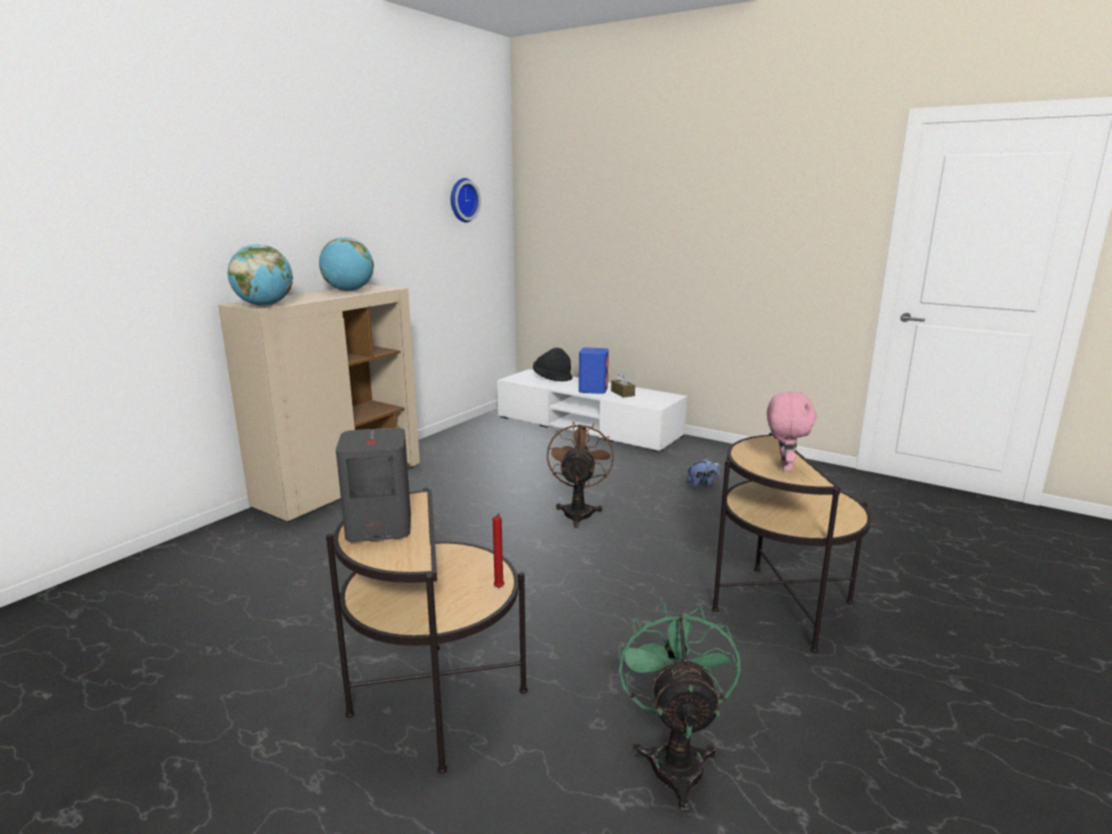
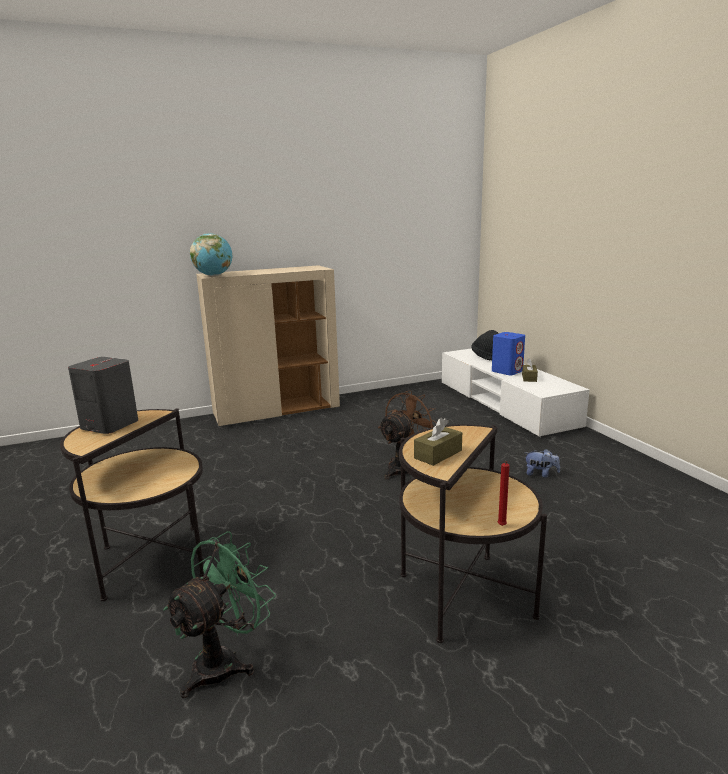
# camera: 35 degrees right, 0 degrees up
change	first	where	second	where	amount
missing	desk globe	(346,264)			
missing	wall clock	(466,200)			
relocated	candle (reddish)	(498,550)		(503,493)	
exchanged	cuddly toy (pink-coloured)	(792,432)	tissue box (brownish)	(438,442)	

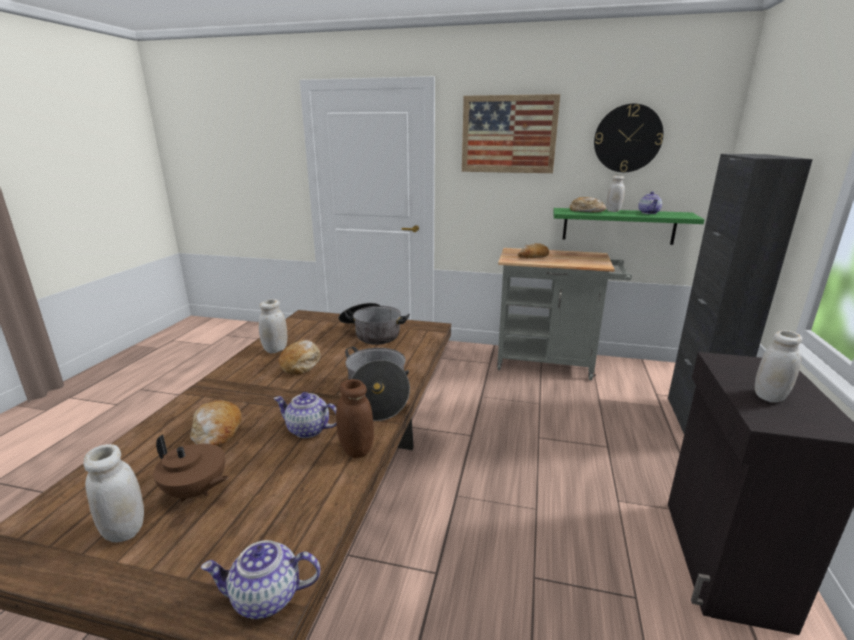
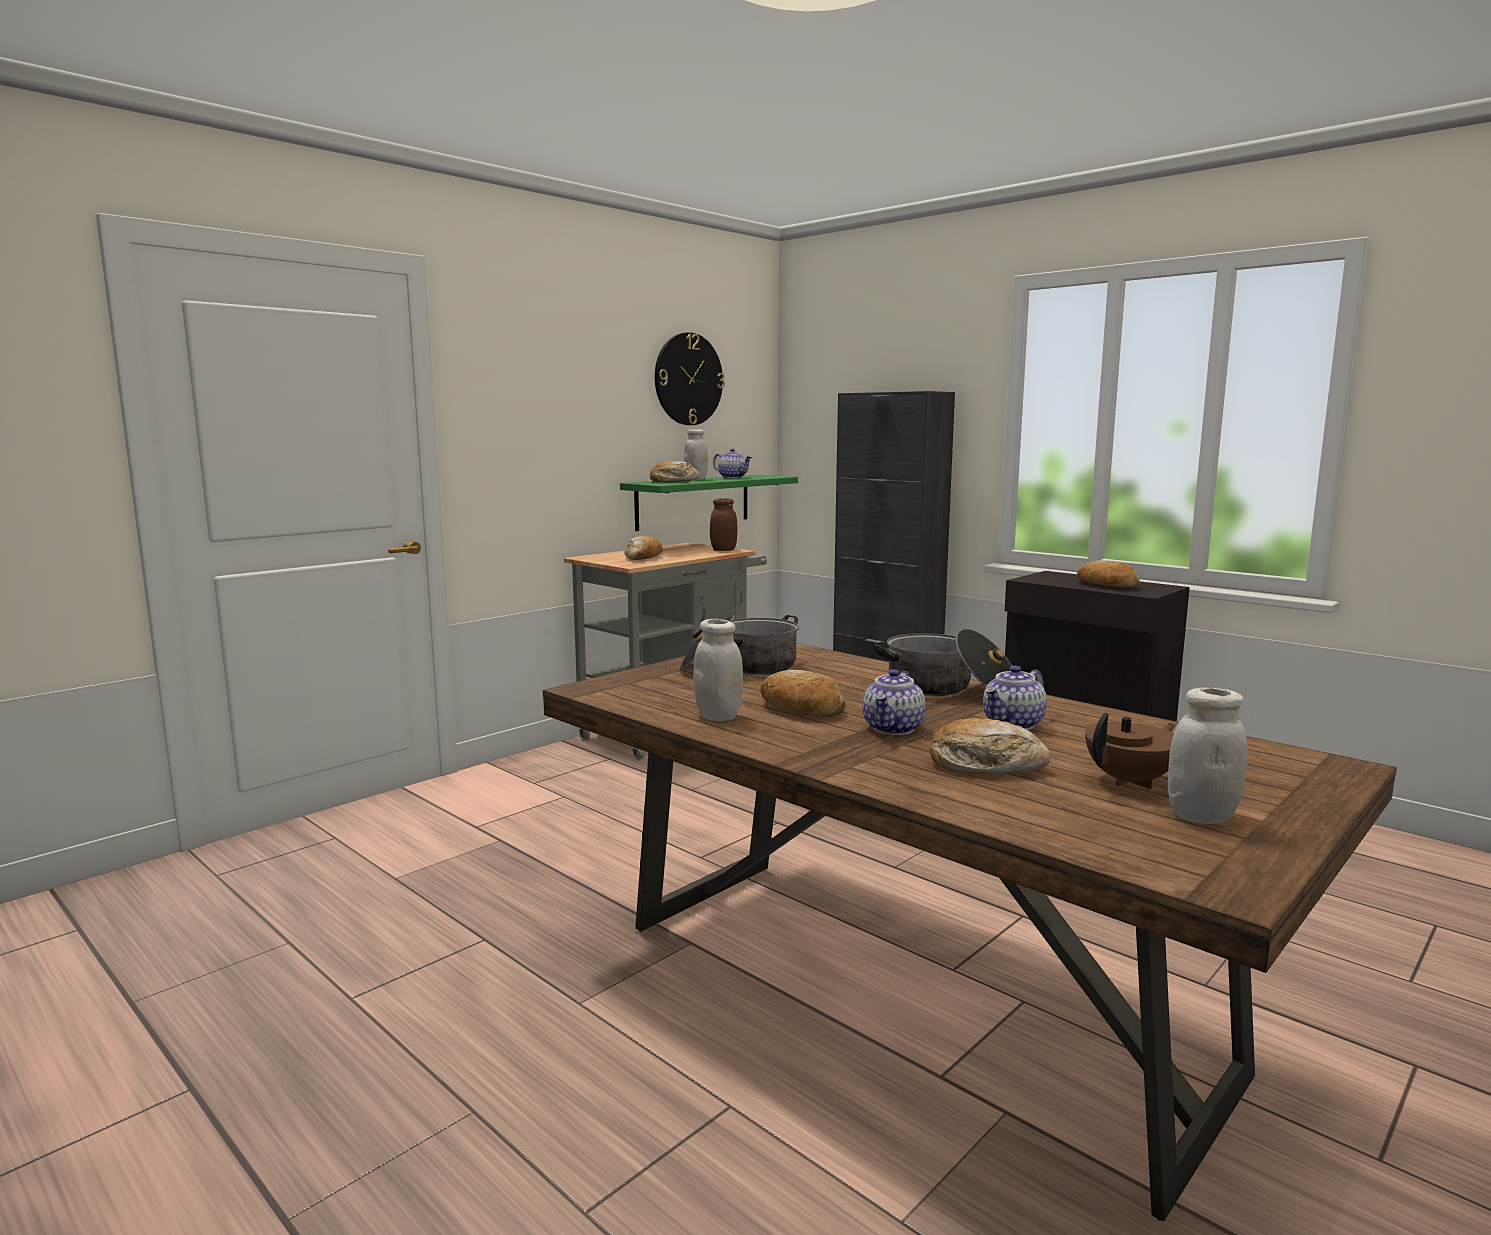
# camera: 60 degrees left, 10 degrees down
change	first	where	second	where	amount
relocated	tea pot	(260,579)		(894,702)	
relocated	jar (brownish)	(355,418)		(723,524)	
missing	picture	(511,133)			
exchanged	jar (whitish)	(778,366)	bread	(1108,574)	

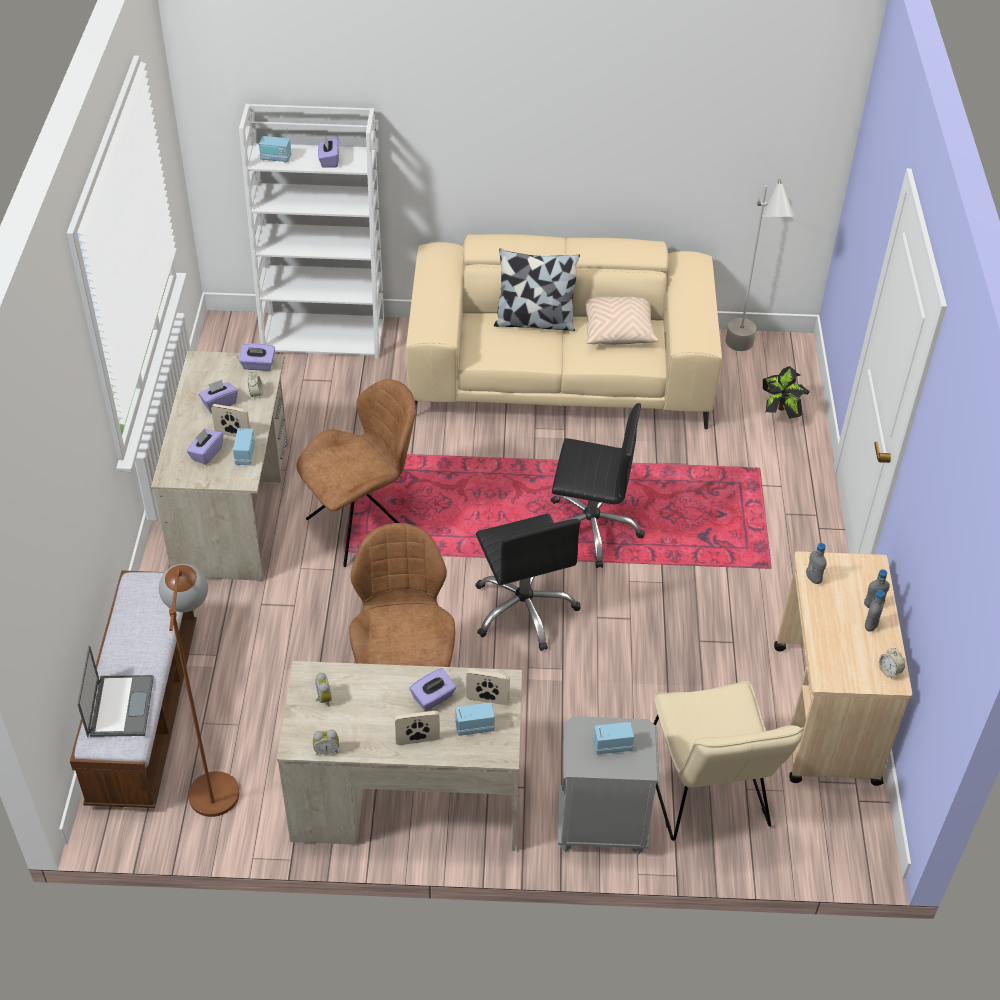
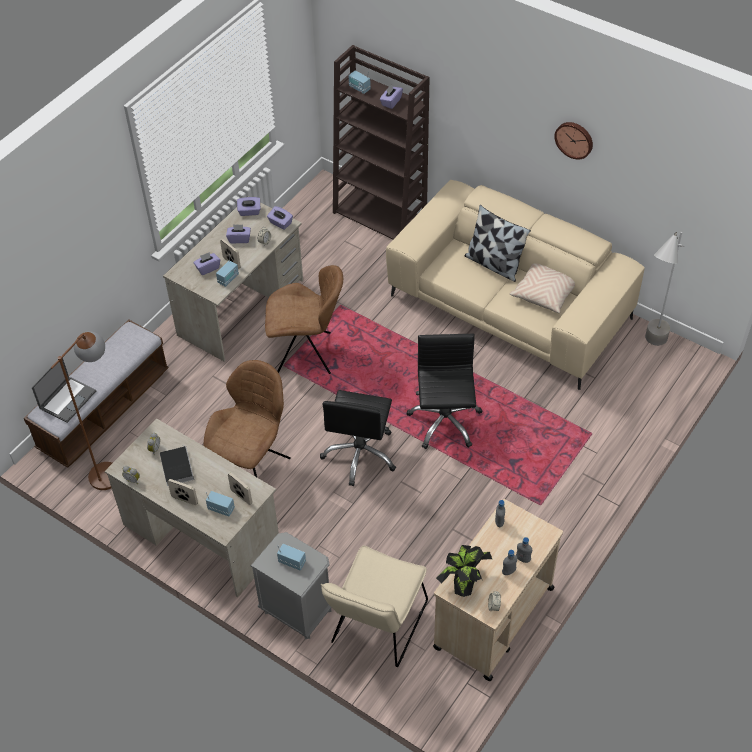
# camera: 35 degrees right, 5 degrees up
change	first	where	second	where	amount
colour	shelving unit (whitish)	(311,231)	shelving unit (brownish)	(381,142)	
relocated	tissue box (purple-coloured)	(432,689)		(248,206)	
spun	computer chair (black-coloured)	(598,485)		(444,391)	135 degrees counterclockwise
relocated	houseplant	(786,392)		(464,571)	
appeared			bound book	(177,466)	
appeared			wall clock	(573,140)	

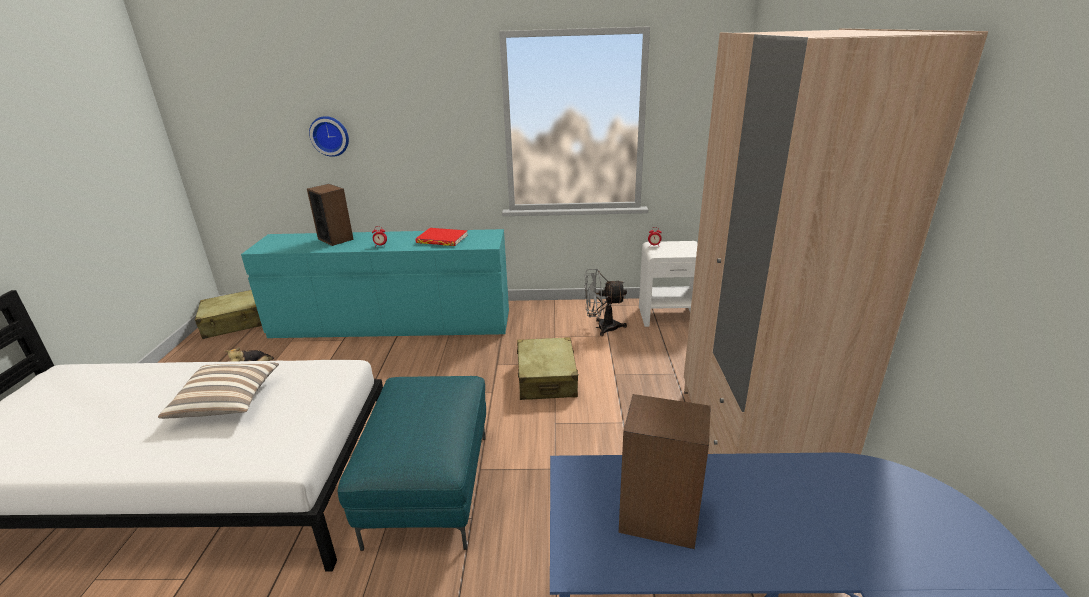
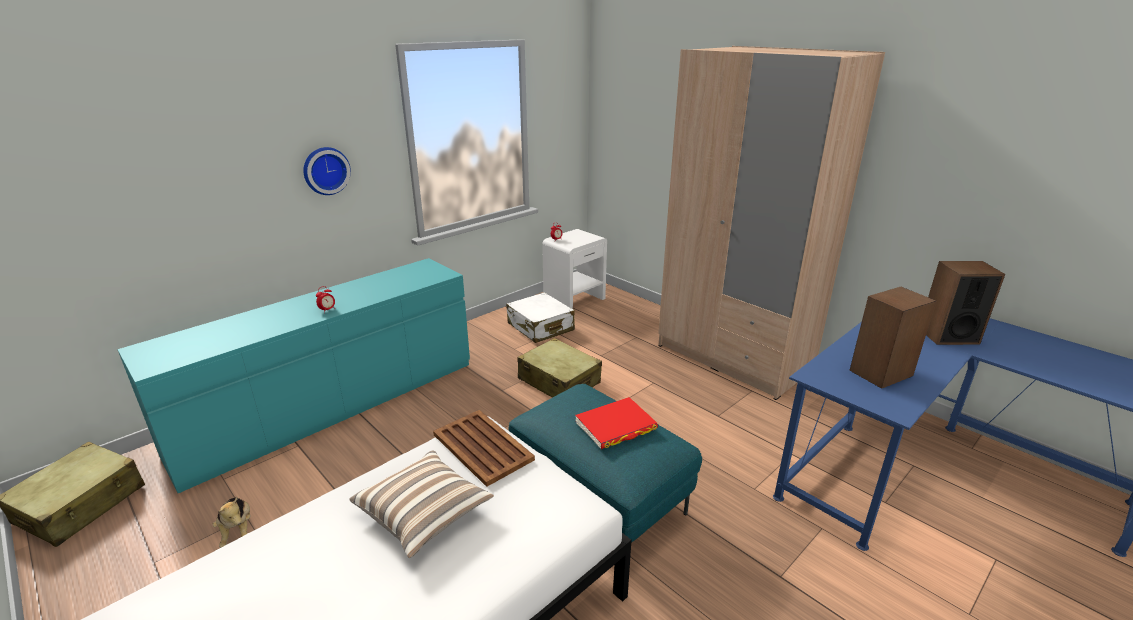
# camera: 45 degrees left, 0 degrees up
change	first	where	second	where	amount
relocated	loudspeaker	(330,215)		(965,303)	
relocated	wall clock	(329,136)		(327,171)	
relocated	bound book (reddish)	(441,237)		(616,423)	
exchanged	fan (gray)	(605,302)	suitcase (whitish)	(540,317)	
appeared			tray (brownish)	(484,448)	

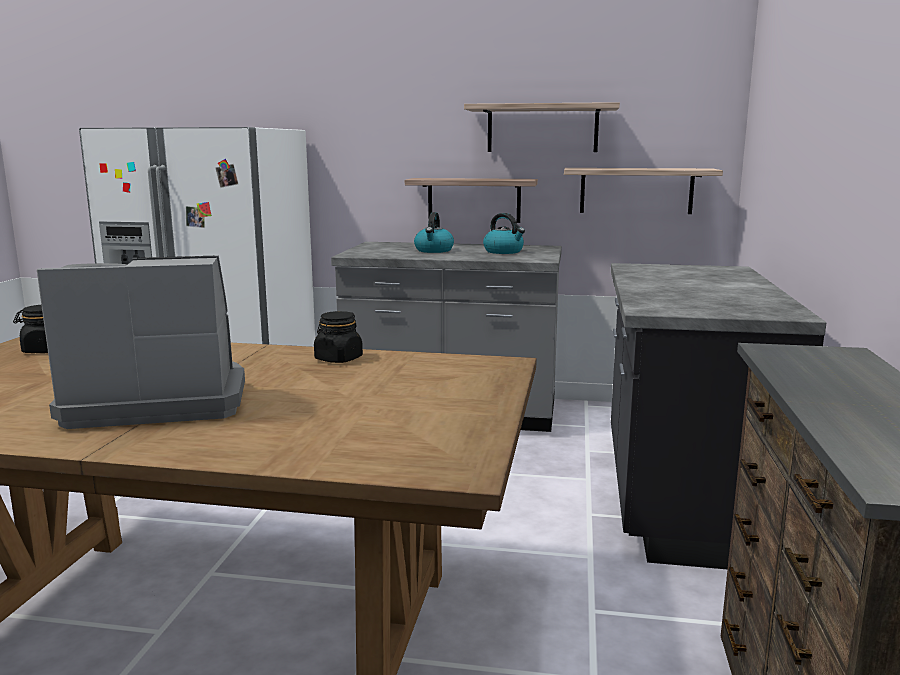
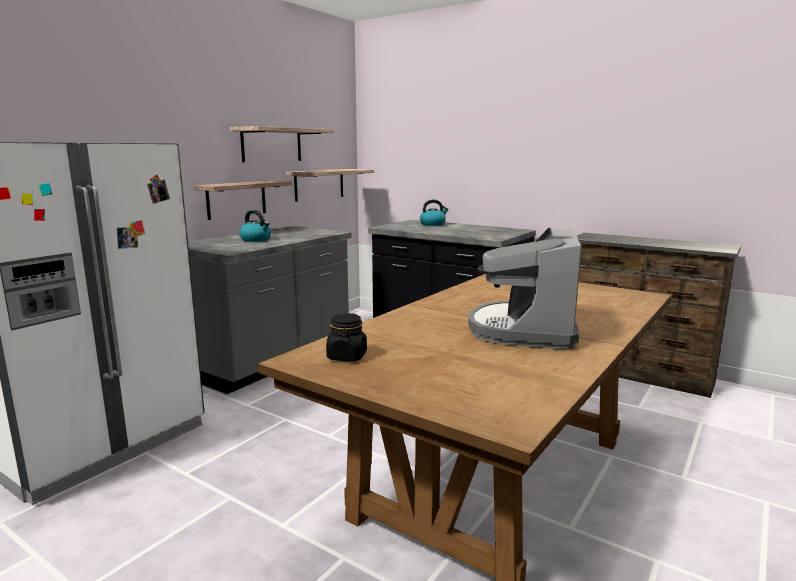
# camera: 65 degrees left, 0 degrees up
change	first	where	second	where	amount
missing	jar (black-coloured)	(338,337)			
relocated	water kettle	(504,233)		(434,212)	

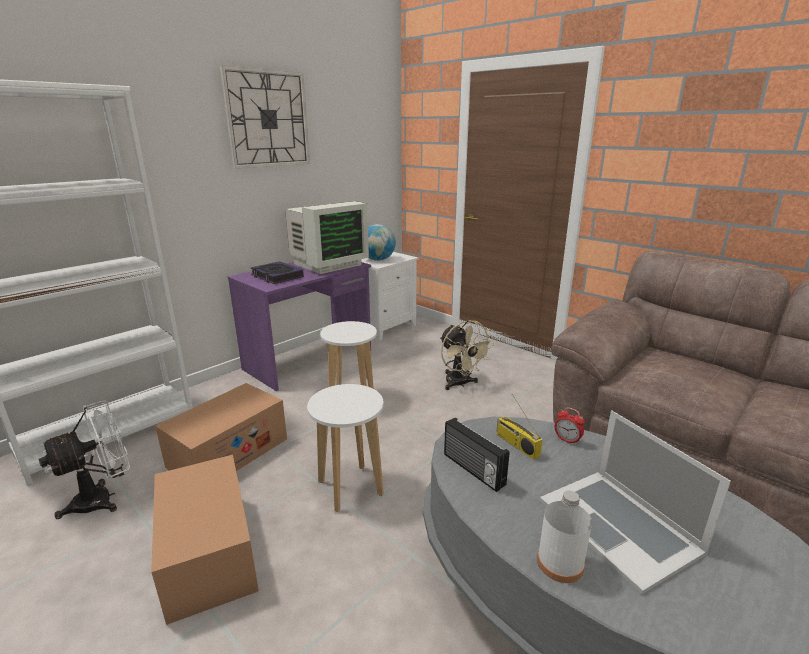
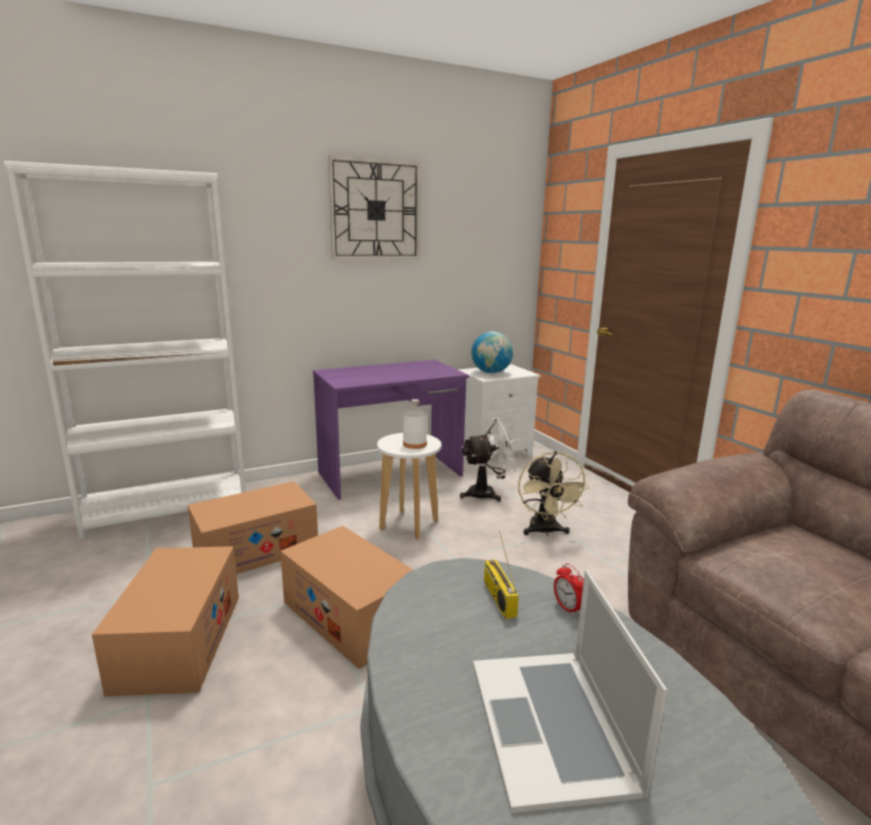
# camera: 20 degrees right, 5 degrees down
change	first	where	second	where	amount
relocated	fan (whitish)	(84,459)		(490,460)	
missing	bound book	(277,272)			
missing	computer screen	(327,237)			
exchanged	sitting stool (whitish)	(345,448)	packing box	(346,597)	
missing	radio receiver	(476,454)			
relocated	drink bottle (whitish)	(564,537)		(415,424)	

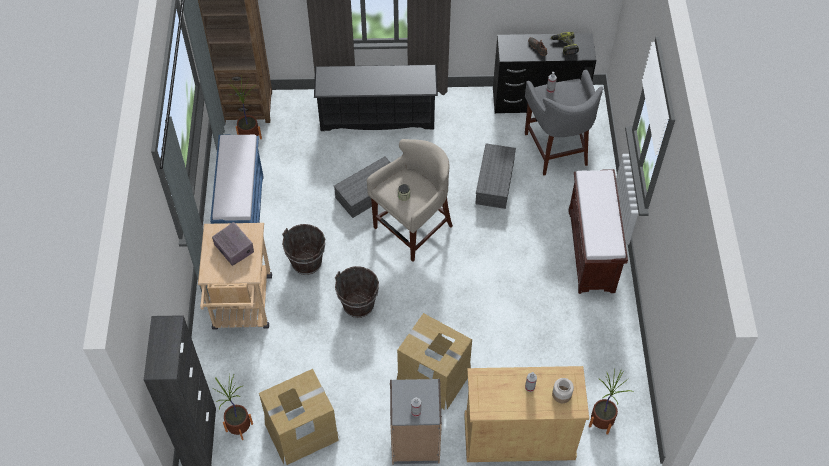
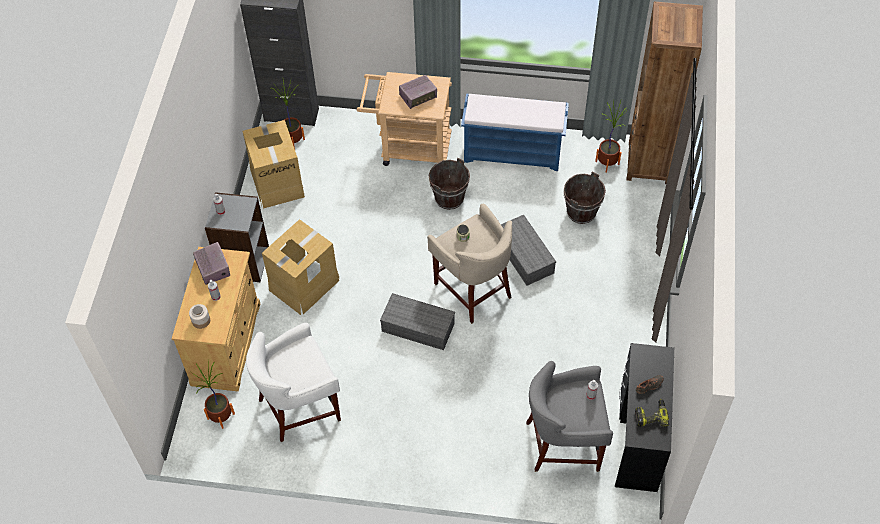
# camera: 100 degrees right, 0 degrees up
change	first	where	second	where	amount
missing	shoe stand (black-coloured)	(376,98)			
relocated	bucket (brownish)	(357,292)		(584,198)	
relocated	storage bin (gray)	(495,176)		(417,321)	
missing	indoor bench (brownish)	(598,231)			
appeared			radio receiver	(211,263)	
appeared			sitting stool (whitish)	(293,382)	

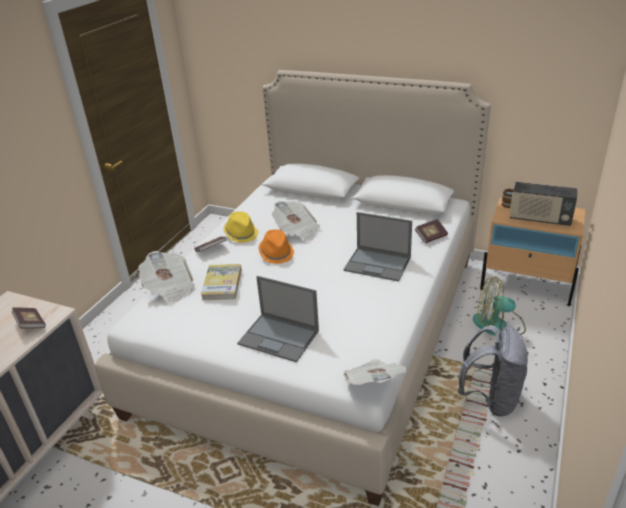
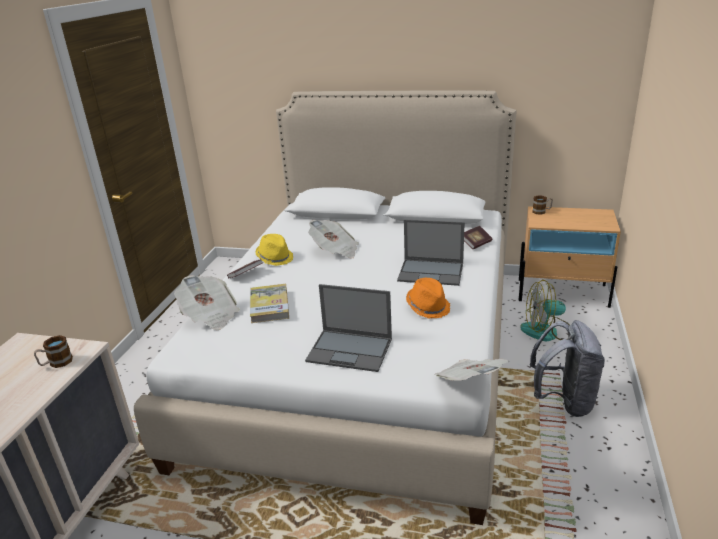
# camera: 10 degrees left, 5 degrees down
change	first	where	second	where	amount
exchanged	bound book	(28,317)	coffee mug	(53,351)	
relocated	clothing hat (orange-coloured)	(277,246)		(428,298)	
missing	radio receiver	(543,204)			

